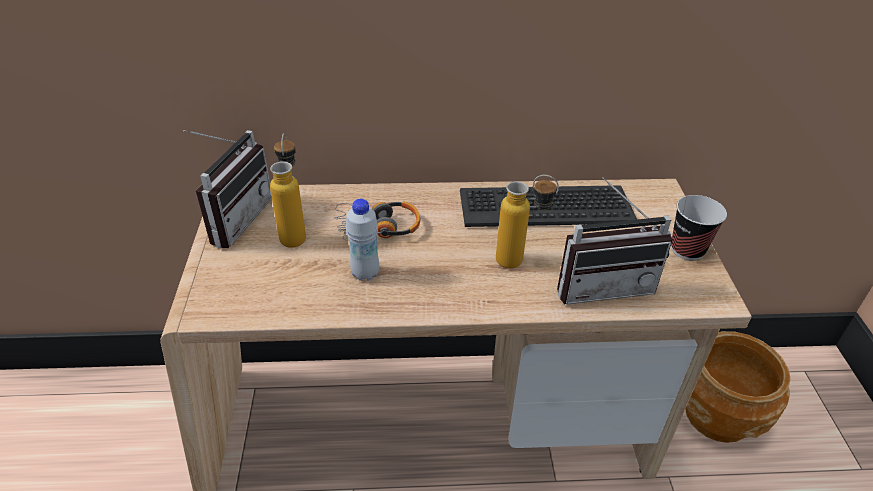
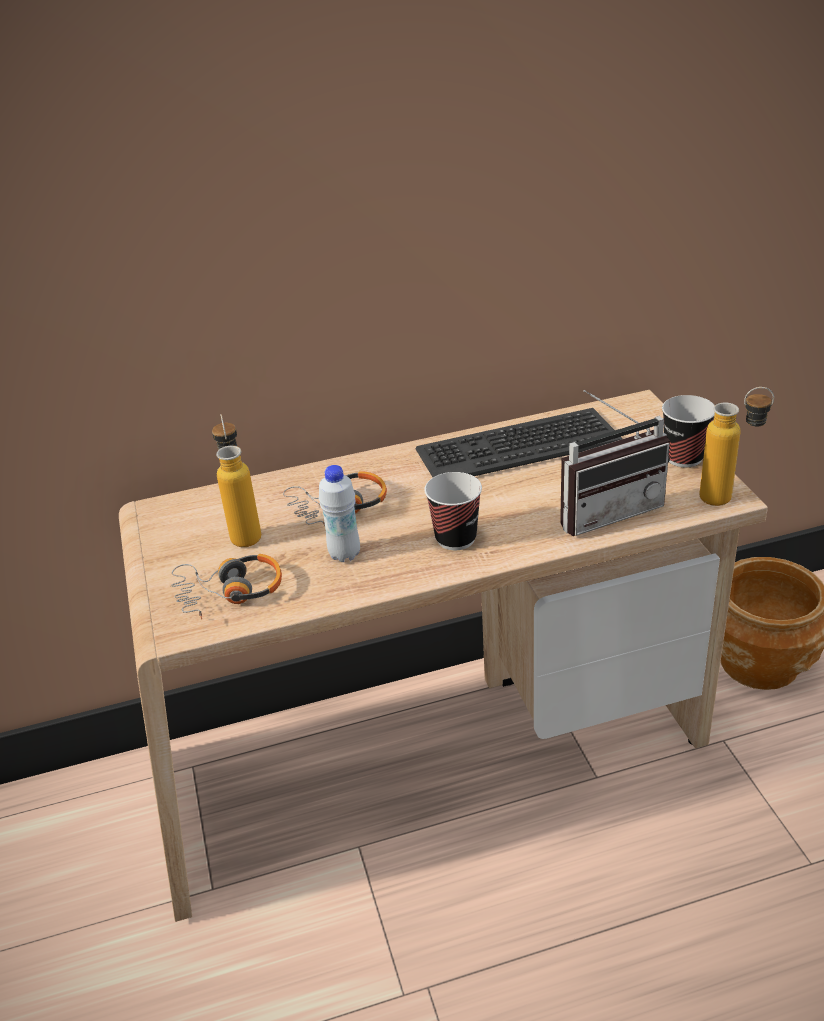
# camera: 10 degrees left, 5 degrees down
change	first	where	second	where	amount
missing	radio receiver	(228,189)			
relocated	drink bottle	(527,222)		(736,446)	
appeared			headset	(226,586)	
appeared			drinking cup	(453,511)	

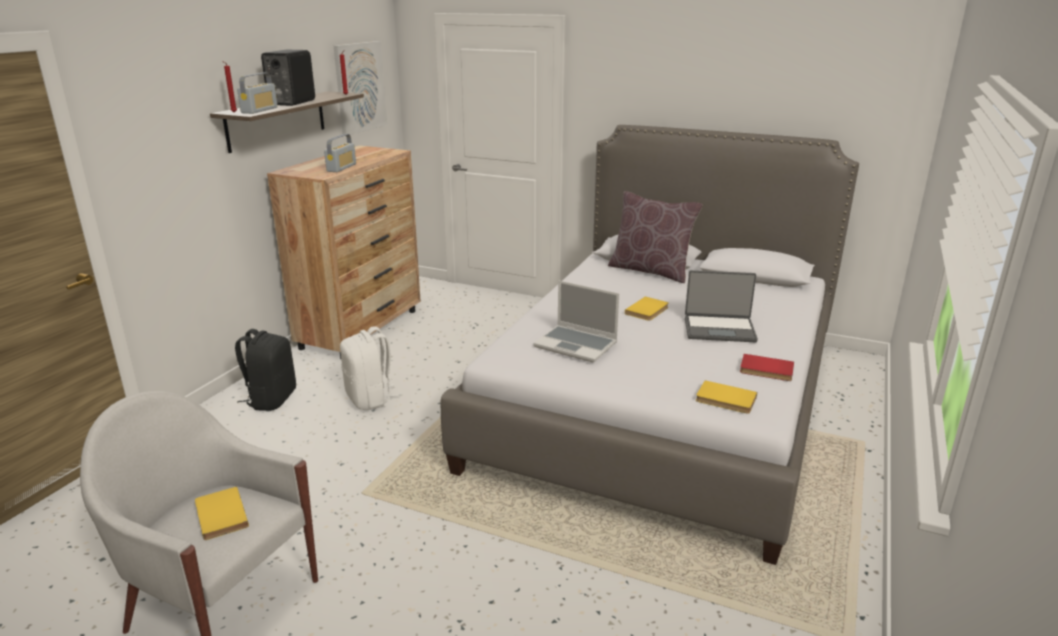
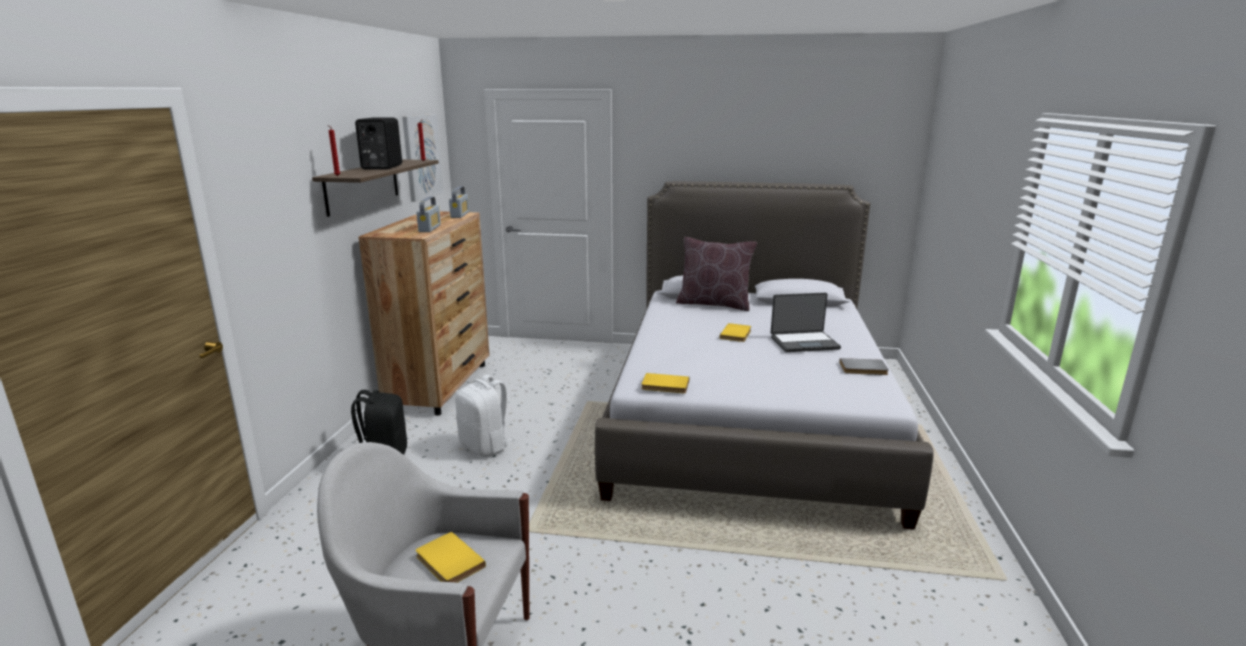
# camera: 15 degrees left, 5 degrees down
change	first	where	second	where	amount
relocated	radio receiver	(257,93)		(459,202)	
missing	laptop	(576,321)			
relocated	bound book (yellow-coloured)	(726,397)		(665,383)	
colour	bound book (reddish)	(767,367)	bound book (gray)	(864,366)	

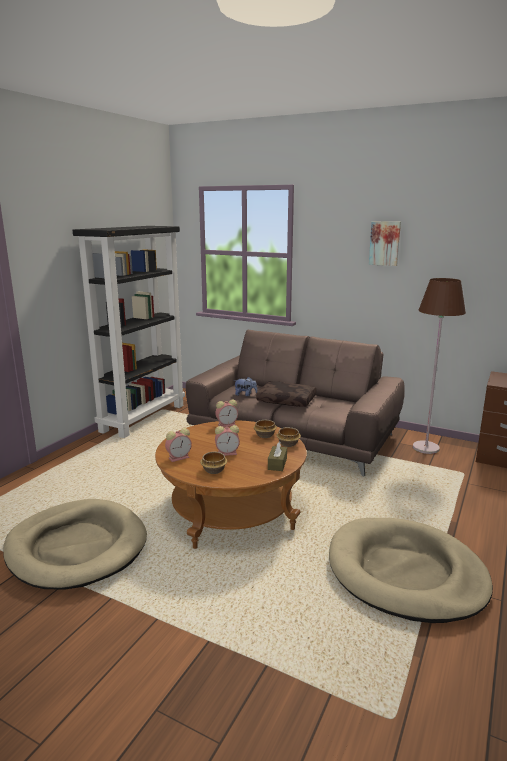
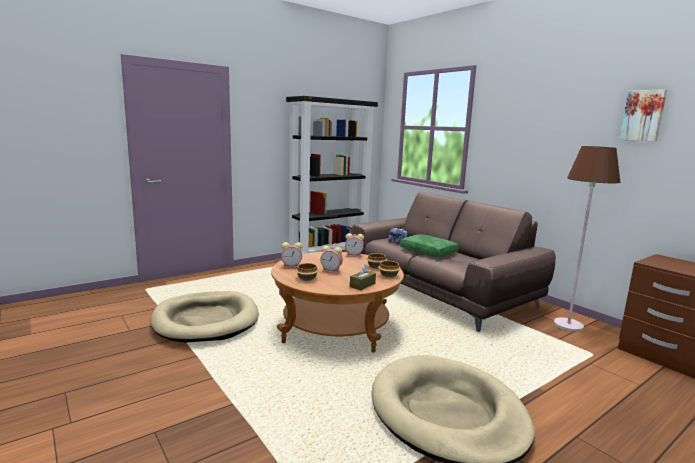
# camera: 25 degrees right, 5 degrees down
change	first	where	second	where	amount
colour	cushion (brownish)	(286,394)	cushion (green-coloured)	(429,245)	
relocated	picture	(385,243)		(643,115)	

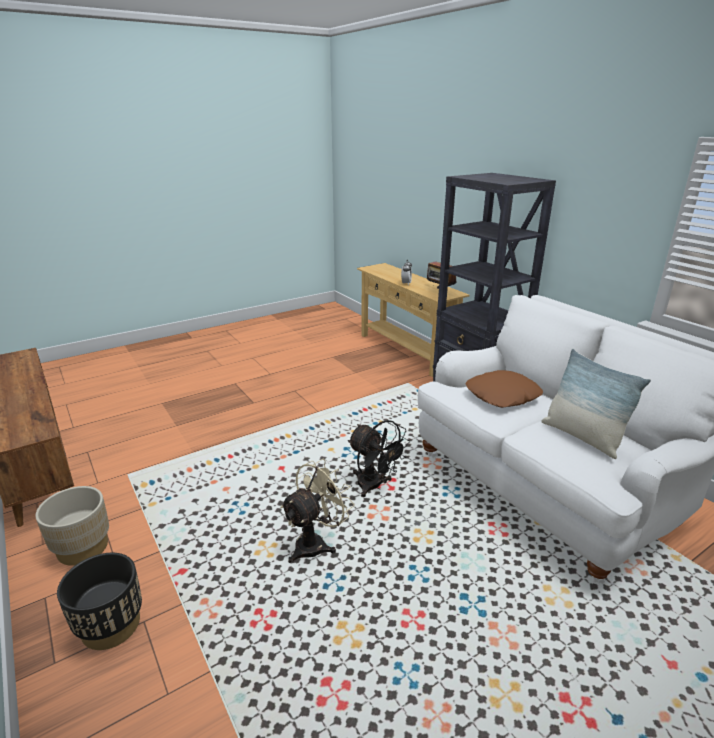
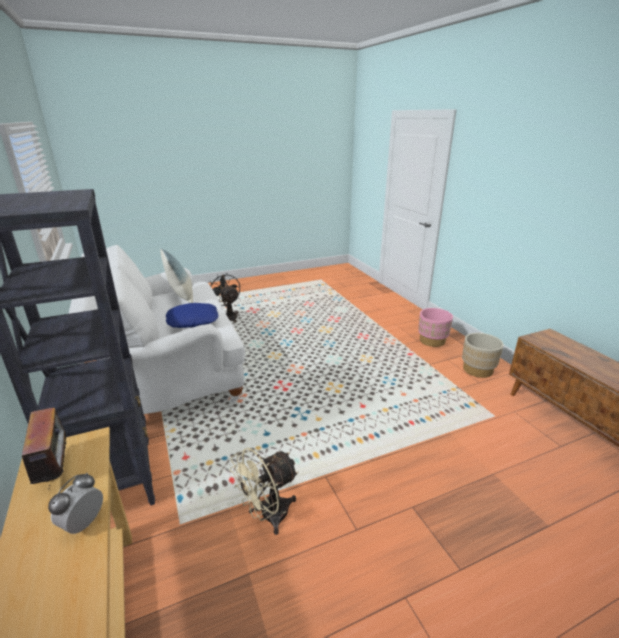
# camera: 170 degrees left, 0 degrees up
change	first	where	second	where	amount
colour	flower pot (black-coloured)	(99,601)	flower pot (pink-coloured)	(435,327)	
relocated	fan (sand-coloured)	(317,511)		(264,491)	
relocated	fan (black-coloured)	(379,458)		(225,298)	
colour	cushion (brownish)	(504,389)	cushion (blue-coloured)	(192,315)	

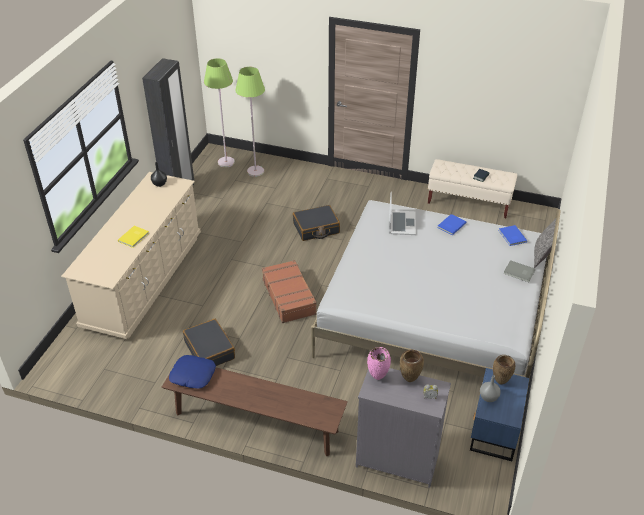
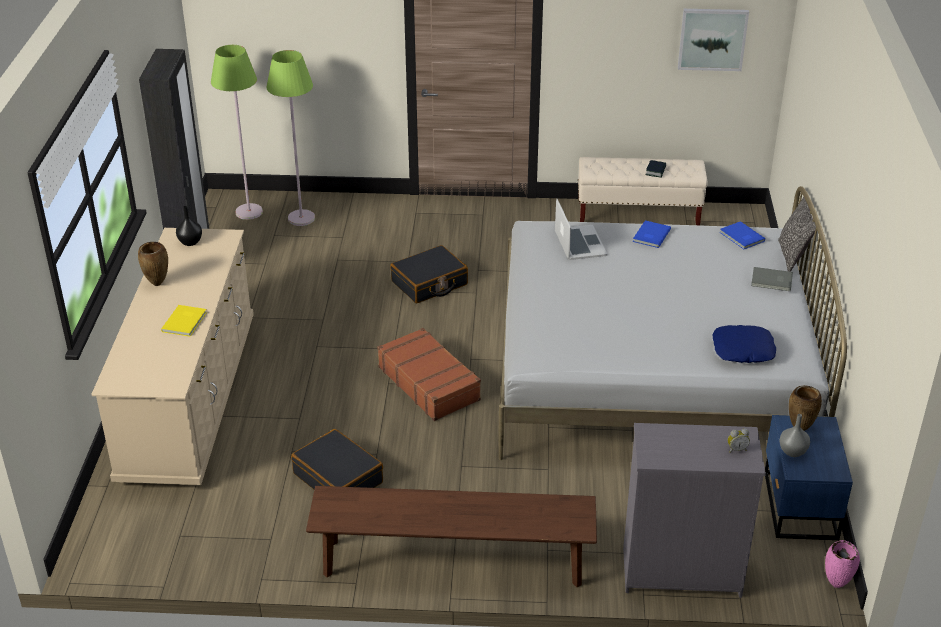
# camera: 15 degrees left, 5 degrees down
change	first	where	second	where	amount
relocated	cushion (blue-coloured)	(192,372)		(744,344)	
relocated	flower vase (pink-coloured)	(379,363)		(842,564)	
relocated	flower vase (brownish)	(412,366)		(153,264)	
appeared			picture	(713,40)	

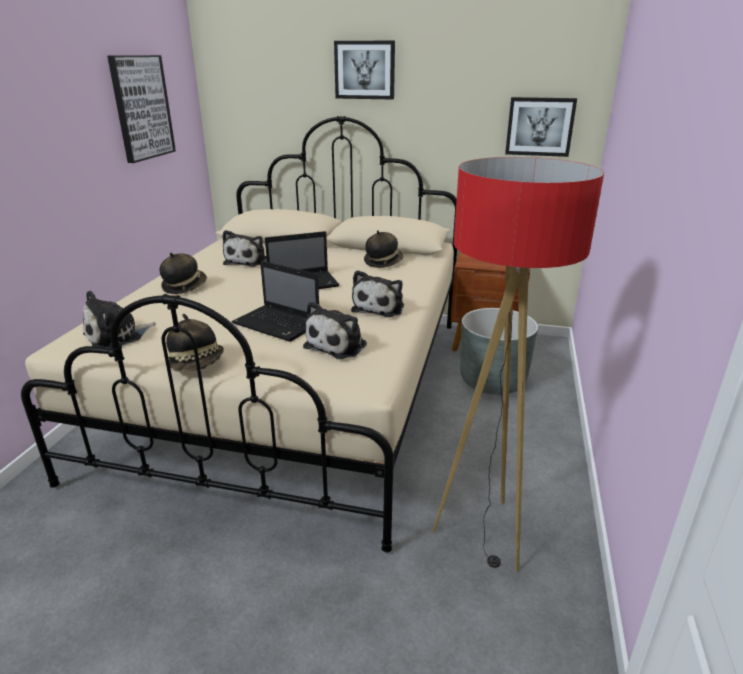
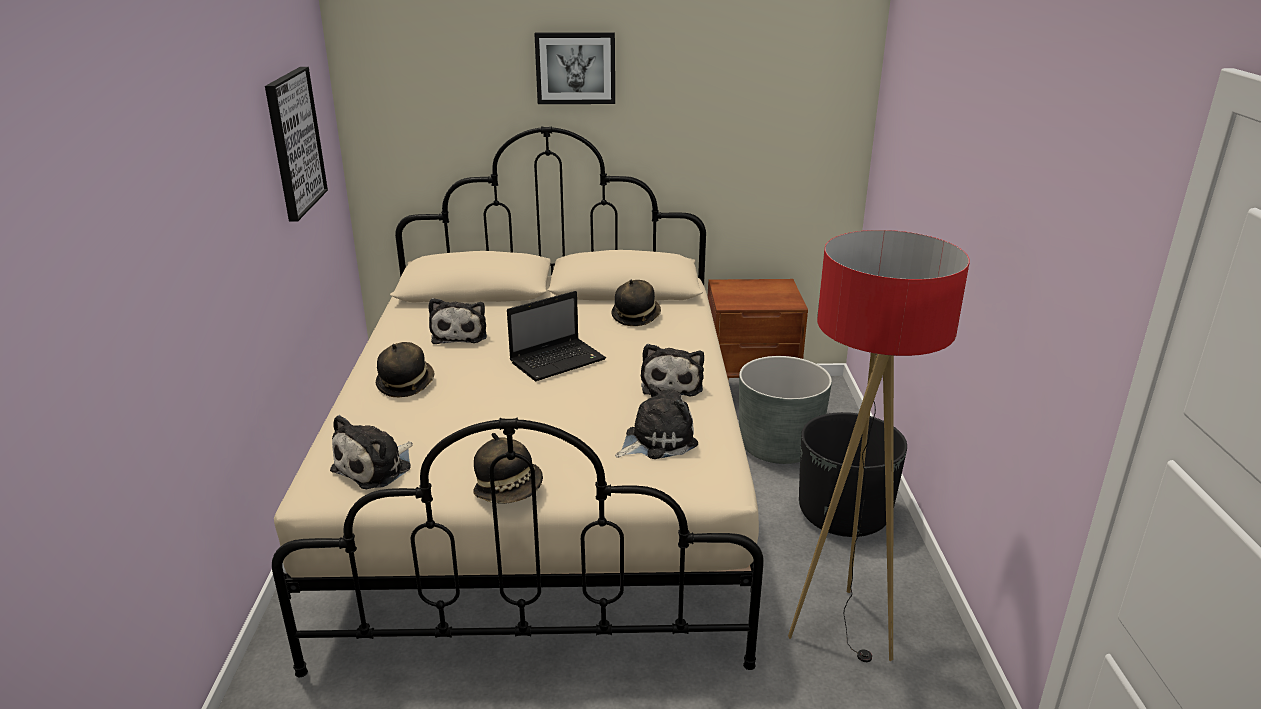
# camera: 15 degrees left, 0 degrees up
change	first	where	second	where	amount
missing	laptop	(275,301)			
spun	cuddly toy	(335,330)		(656,421)	135 degrees counterclockwise
missing	picture	(541,127)			
appeared			flower pot (black-coloured)	(853,474)	

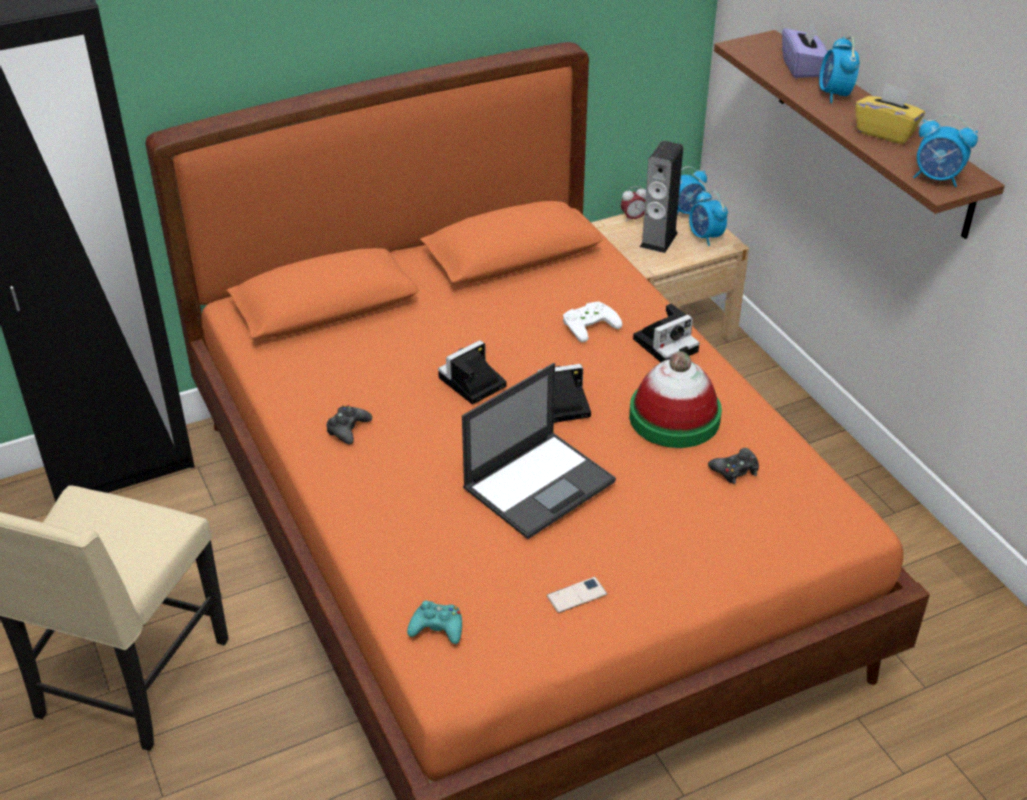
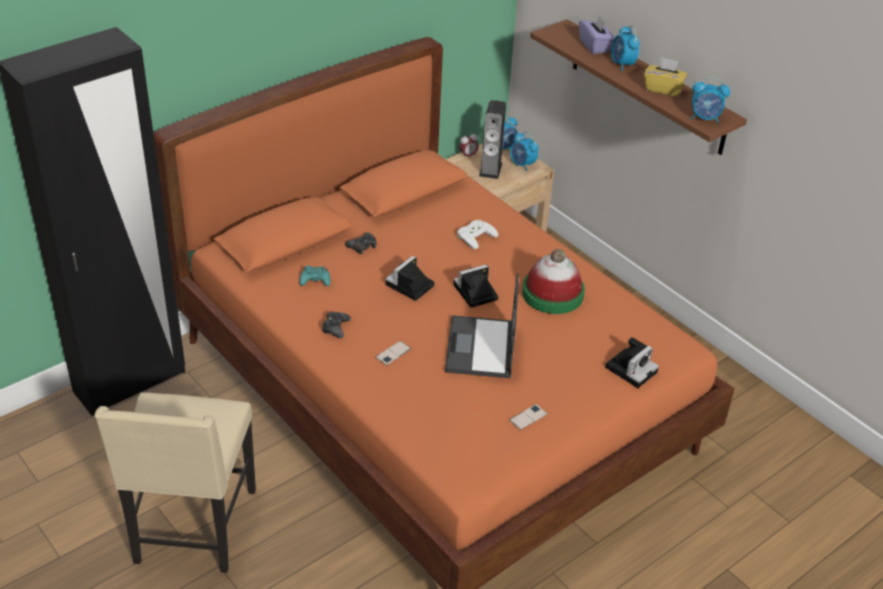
# camera: 15 degrees left, 0 degrees up
change	first	where	second	where	amount
relocated	gamepad (turquoise)	(434,622)		(315,275)	
spun	laptop	(539,451)		(482,325)	150 degrees clockwise
relocated	still camera	(666,333)		(632,362)	
relocated	gamepad (black-coloured)	(733,466)		(361,243)	
appeared			phone	(393,353)	

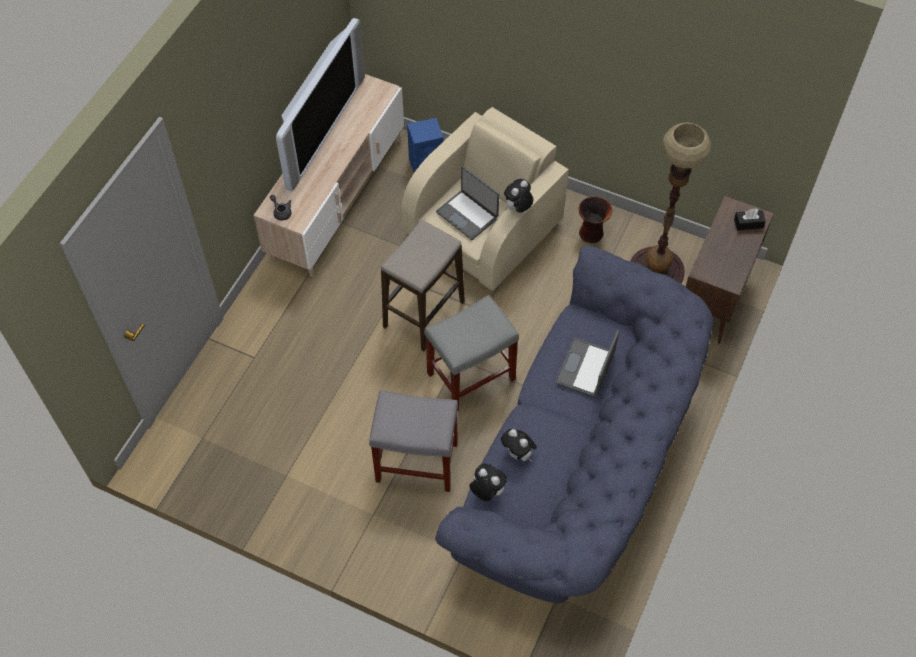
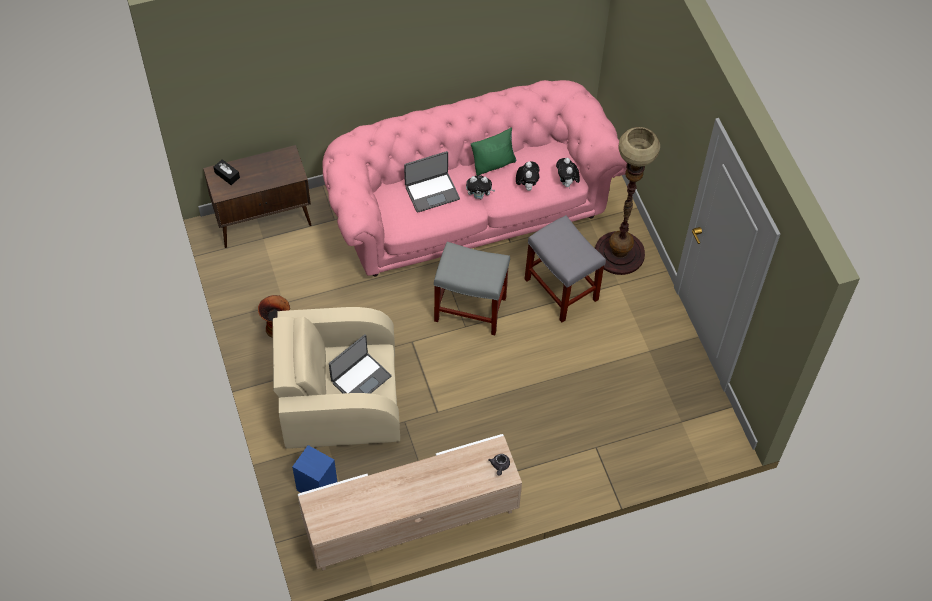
# camera: 135 degrees left, 0 degrees up
change	first	where	second	where	amount
missing	television	(320,104)			
missing	sitting stool	(423,285)			
colour	couch (blue-coloured)	(574,425)	couch (pink-coloured)	(474,178)	
spun	laptop	(467,203)		(360,364)	45 degrees clockwise
relocated	cuddly toy	(518,196)		(480,187)	
relocated	standing lamp	(670,202)		(627,201)	
appeared			cushion (green-coloured)	(493,151)	

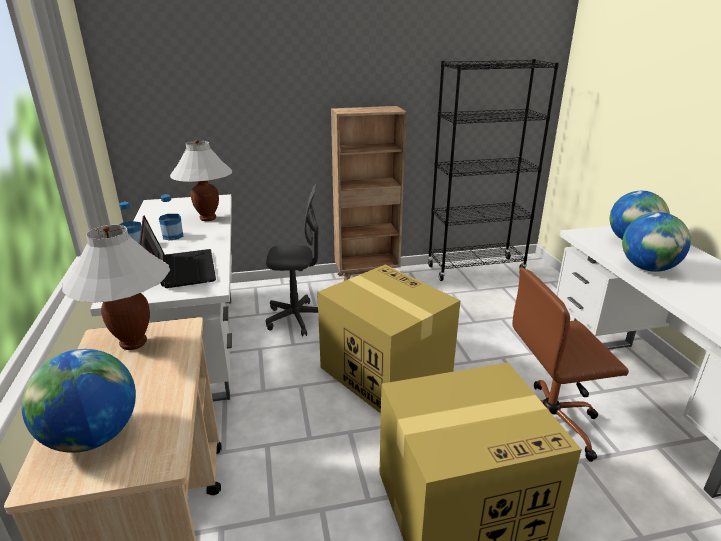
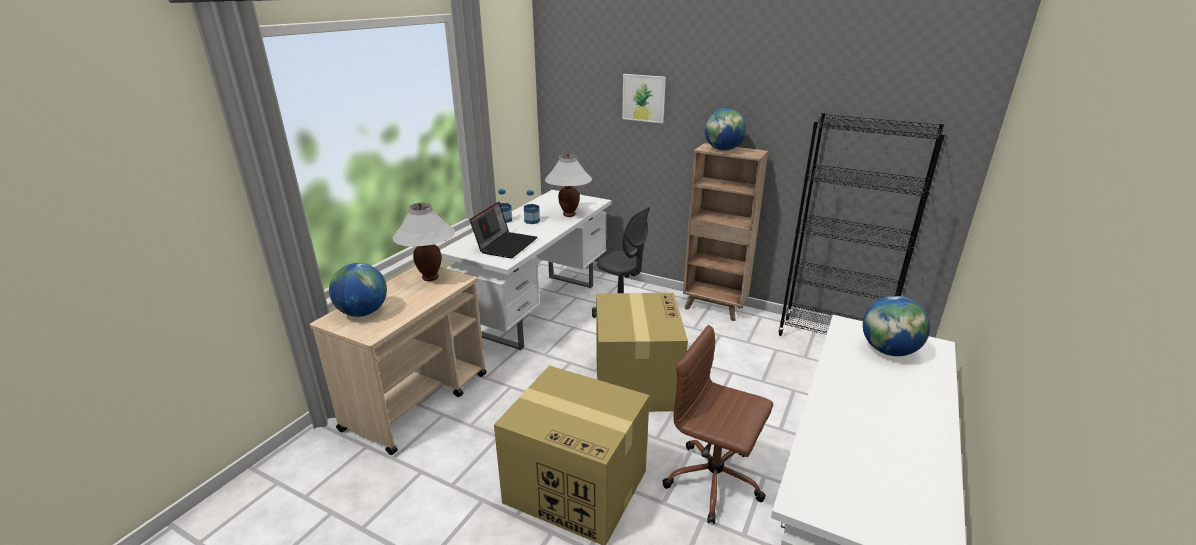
# camera: 40 degrees right, 0 degrees up
change	first	where	second	where	amount
relocated	desk globe	(656,242)		(726,129)	
appeared			picture	(644,98)	

